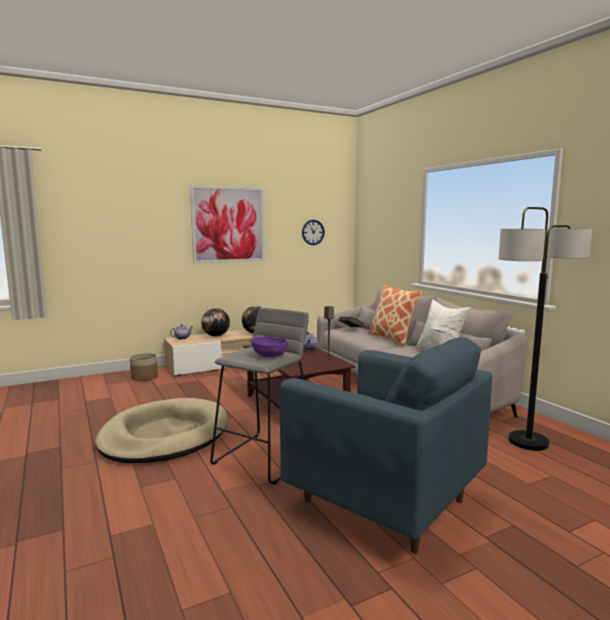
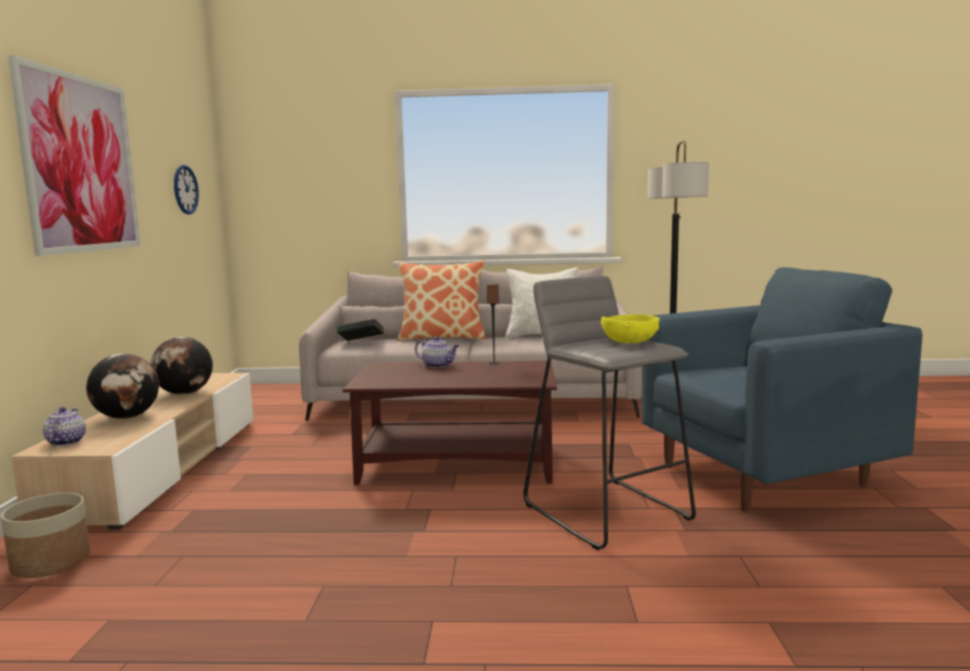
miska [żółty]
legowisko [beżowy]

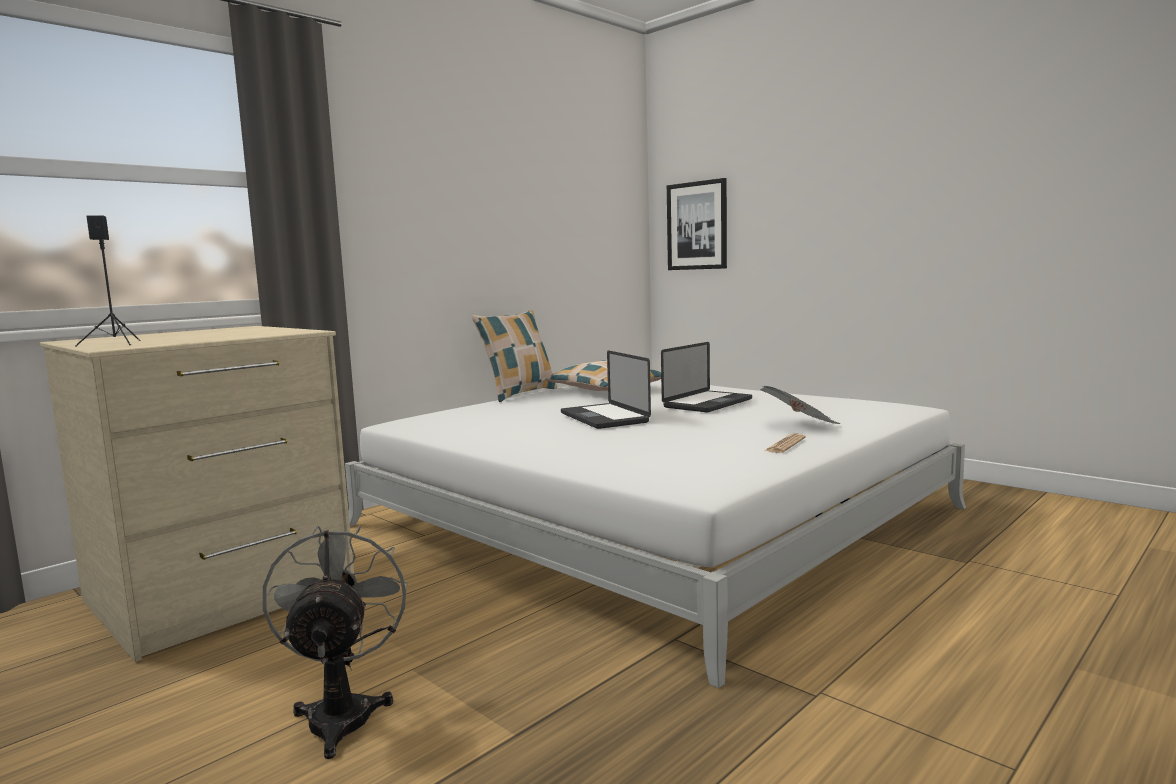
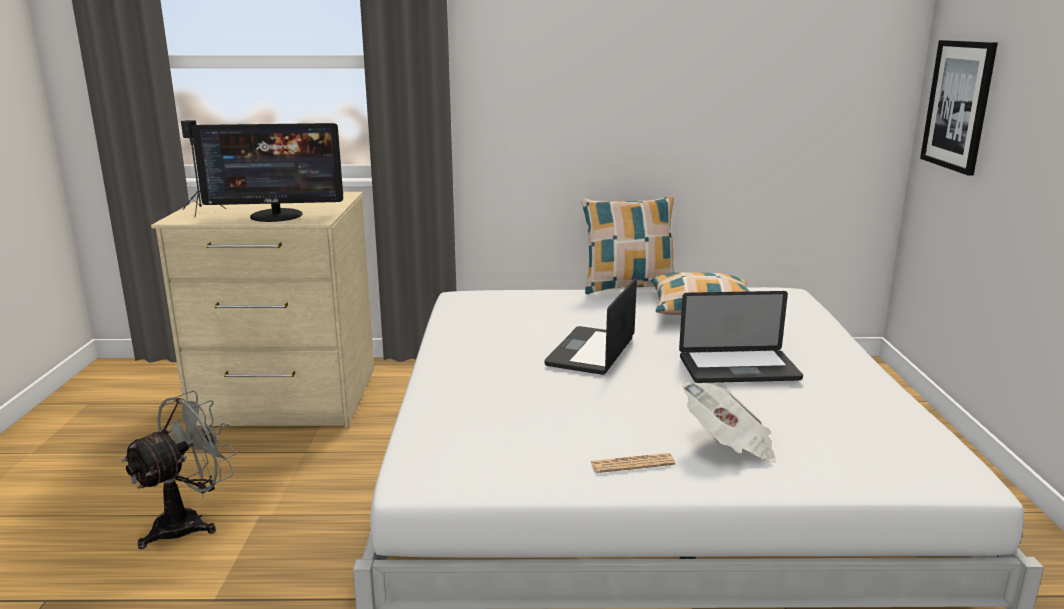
monitor

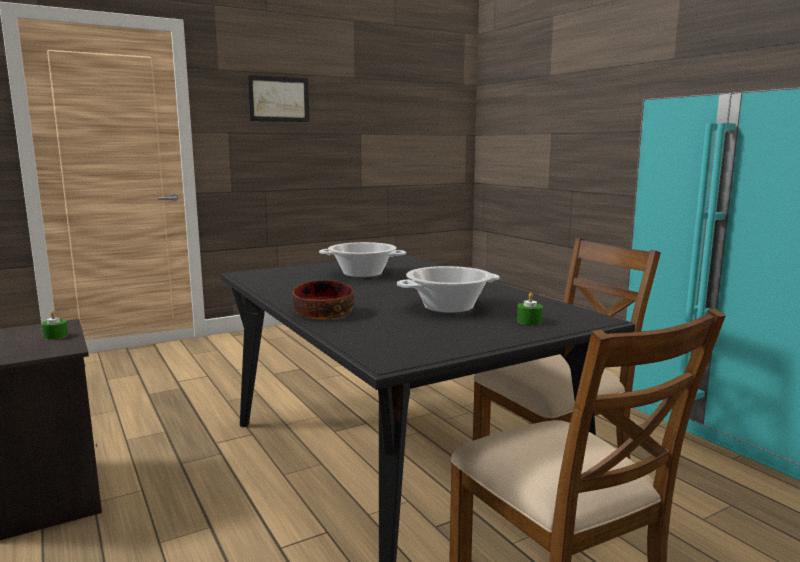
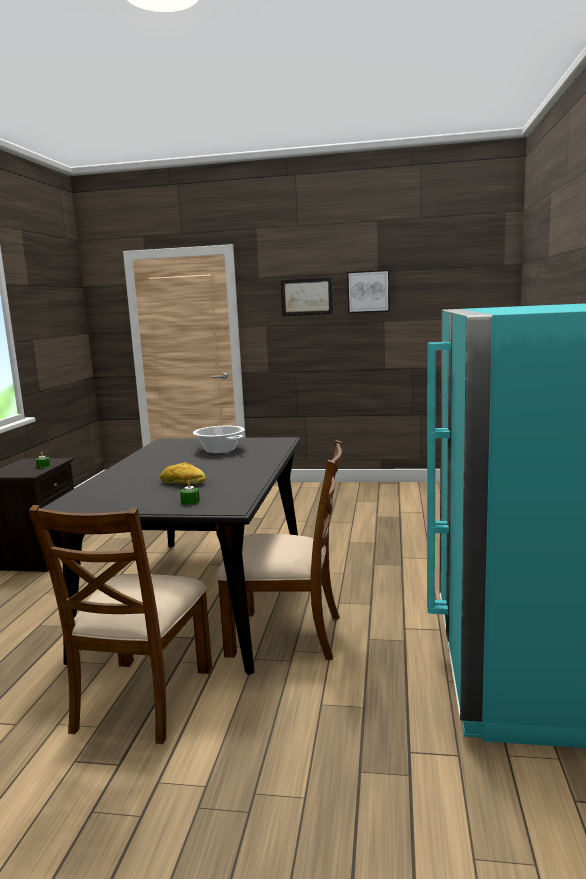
chleb
obraz (no. 2 from left)
miska

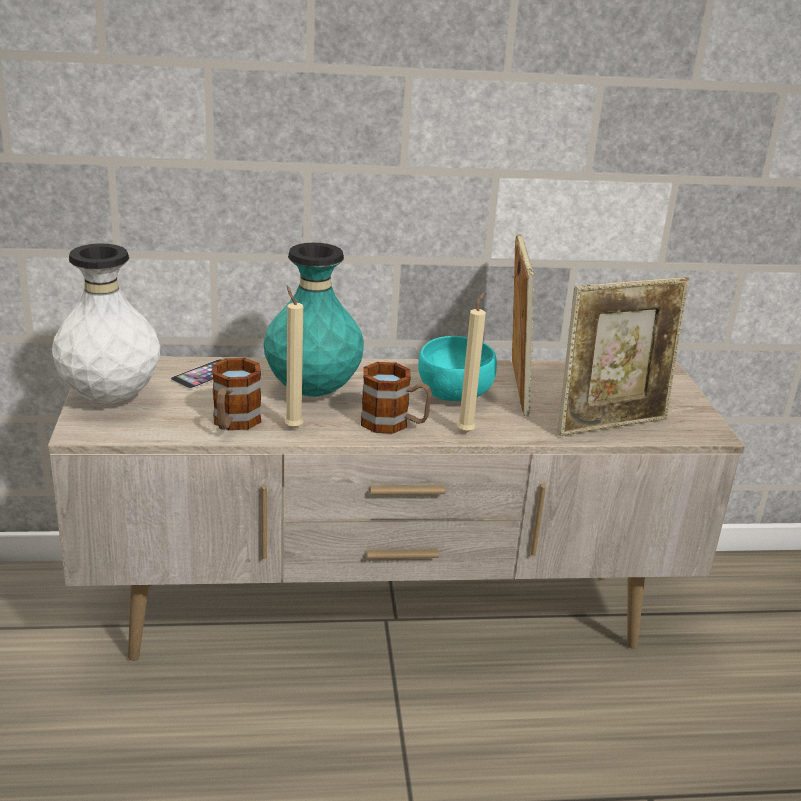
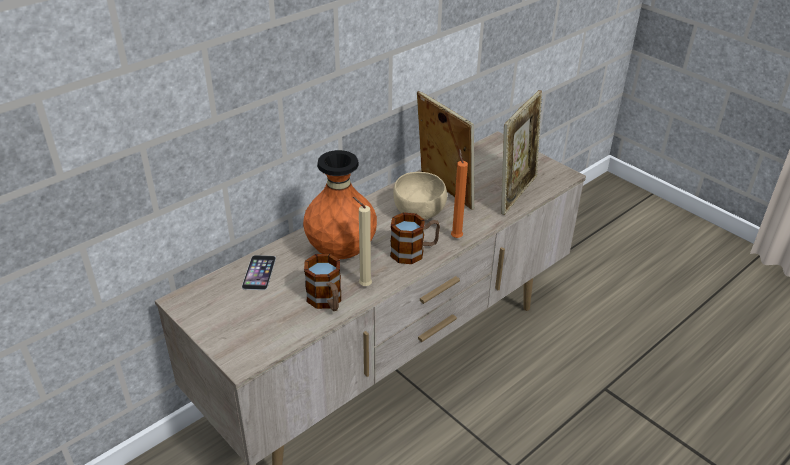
wazon [pomarańczowy]
miska [beżowy]
świeca [pomarańczowy]
wazon [biały]

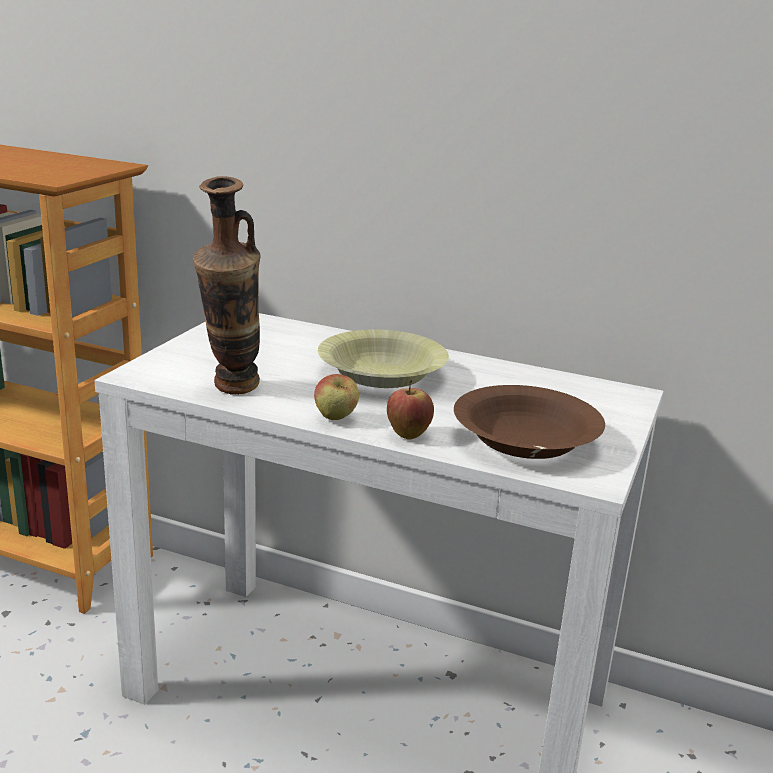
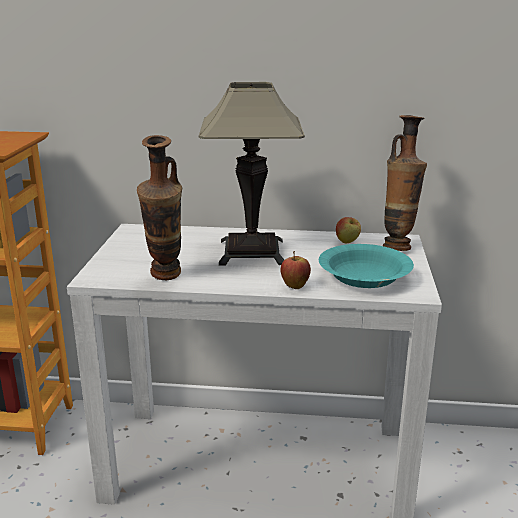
lampa stołowa
miska [turkusowy]
jabłko (no. 2 from left)
wazon (no. 2 from left)

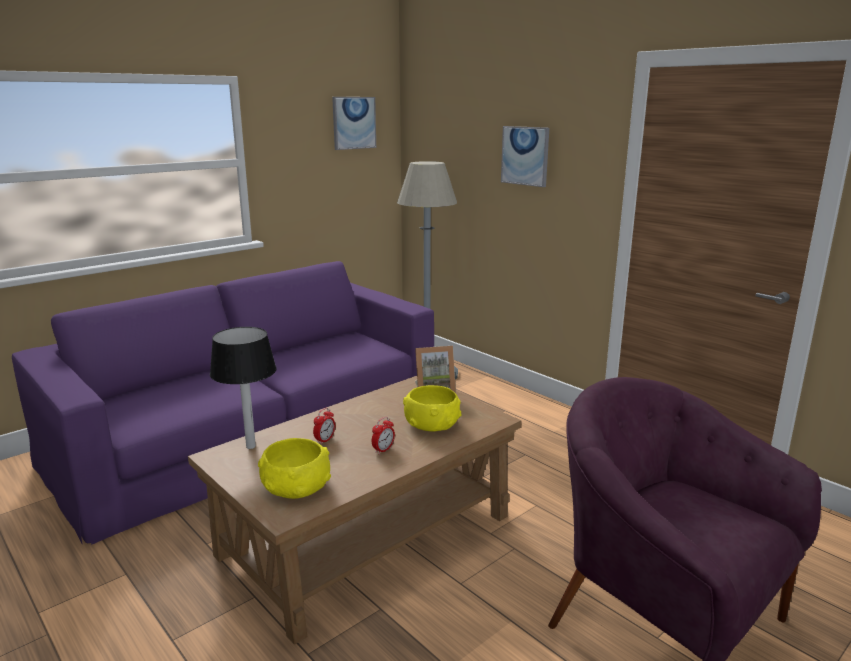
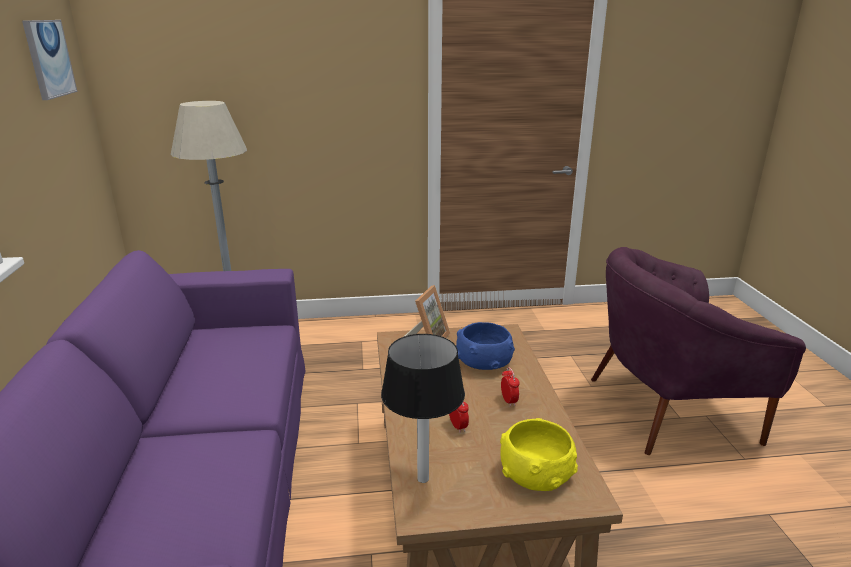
miska [niebieski]
obraz (no. 2 from left in the first image)

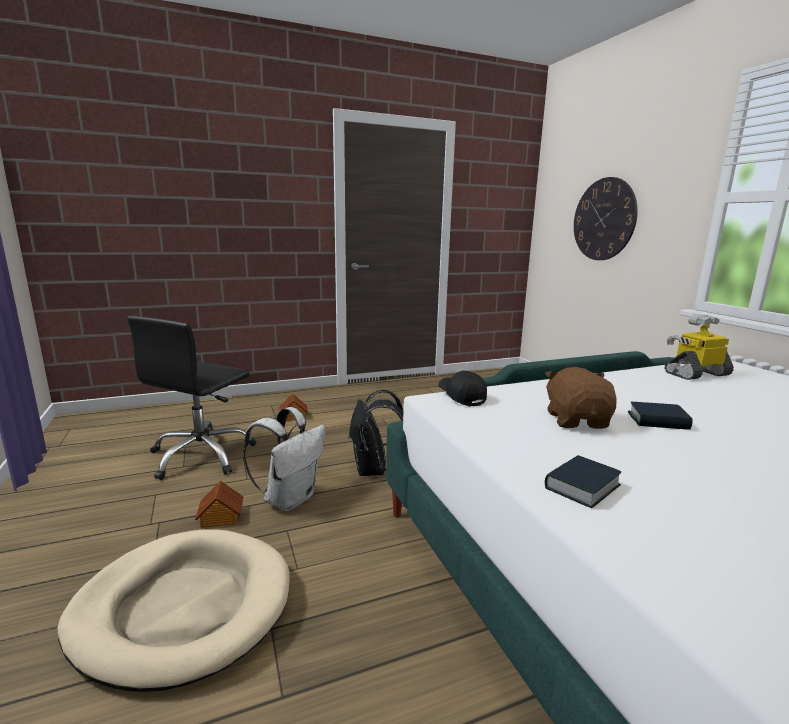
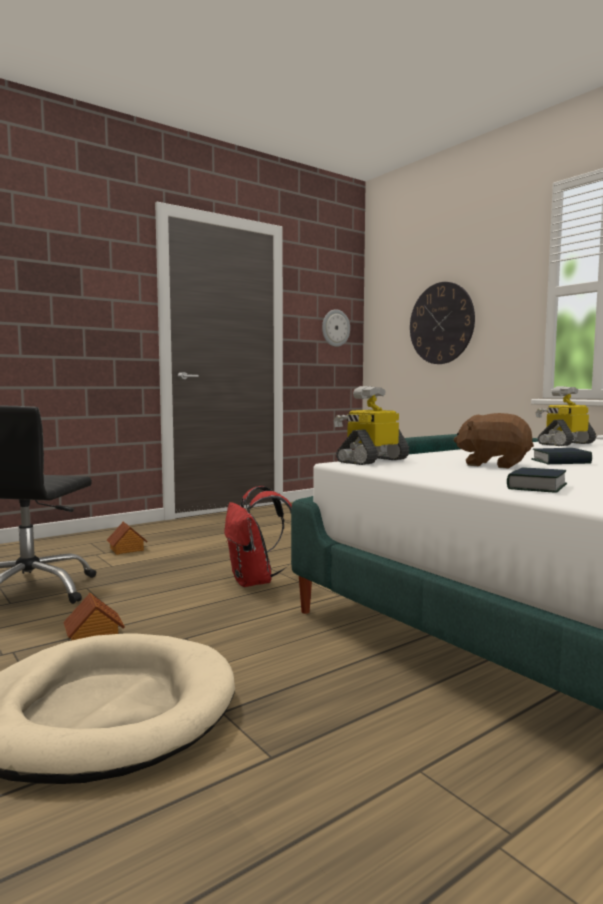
plecak [czerwony]
zegar ścienny (no. 1 from left)
robot zabawkowy (no. 1 from left)
pluszak [brązowy]
plecak [biały]

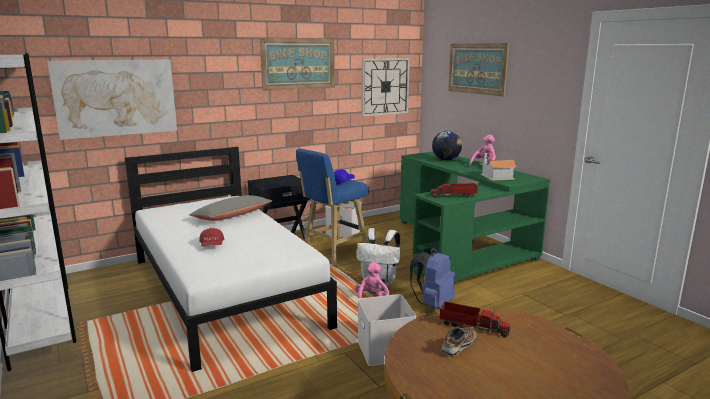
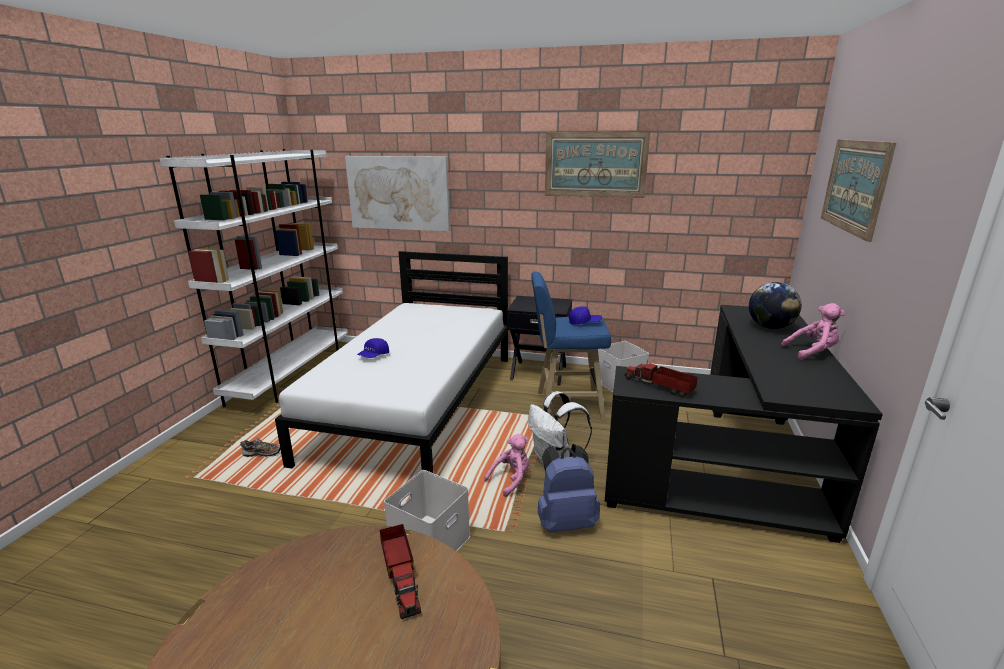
but
czapka z daszkiem [niebieski] (no. 1 from left)
biurko [czarny]
poduszka [szary]
zegar ścienny
domek

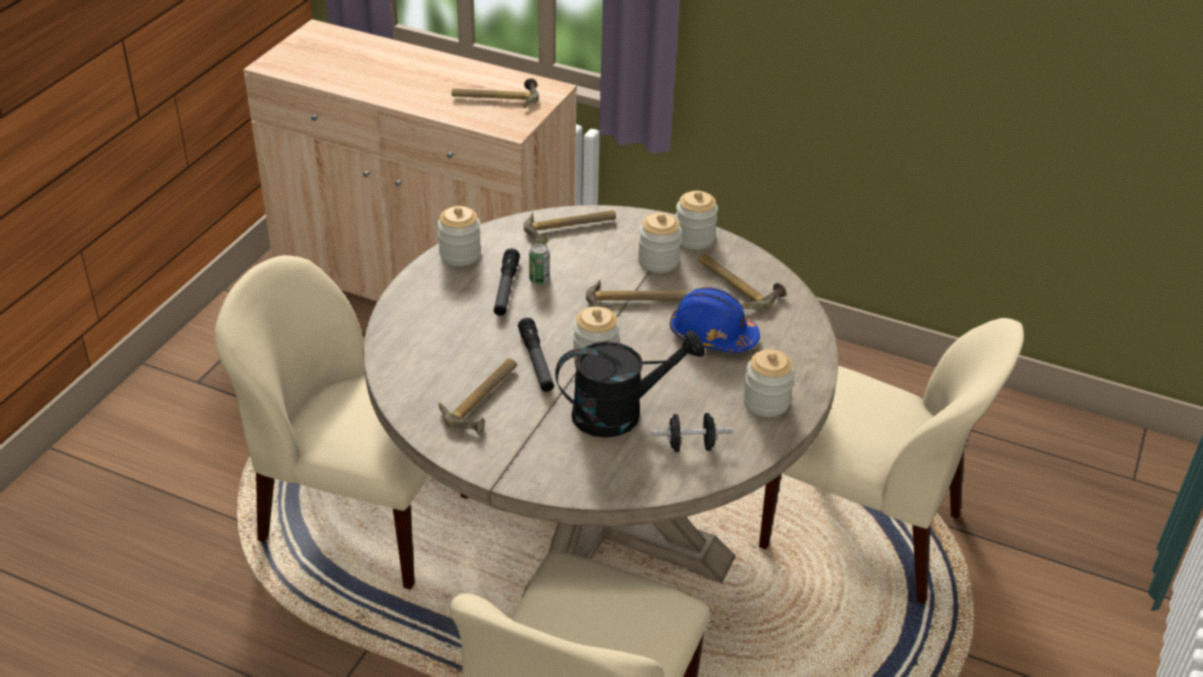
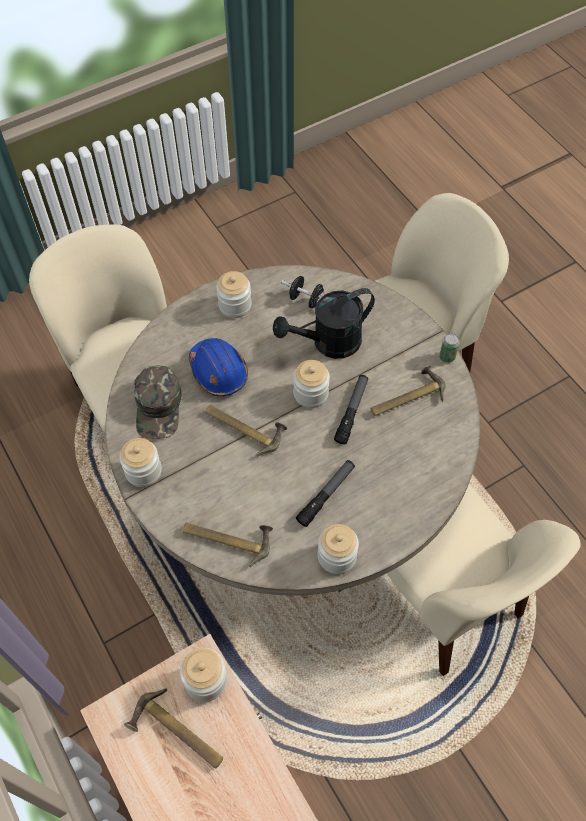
czapka z daszkiem [zielony]
słoik (no. 2 from left)
konewka [czarny]
puszka

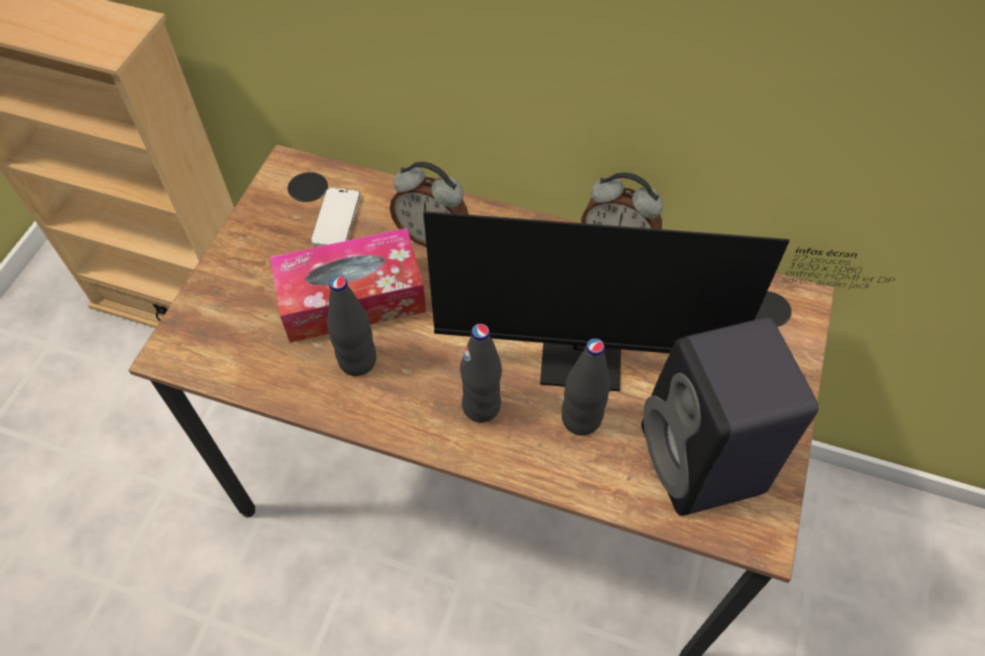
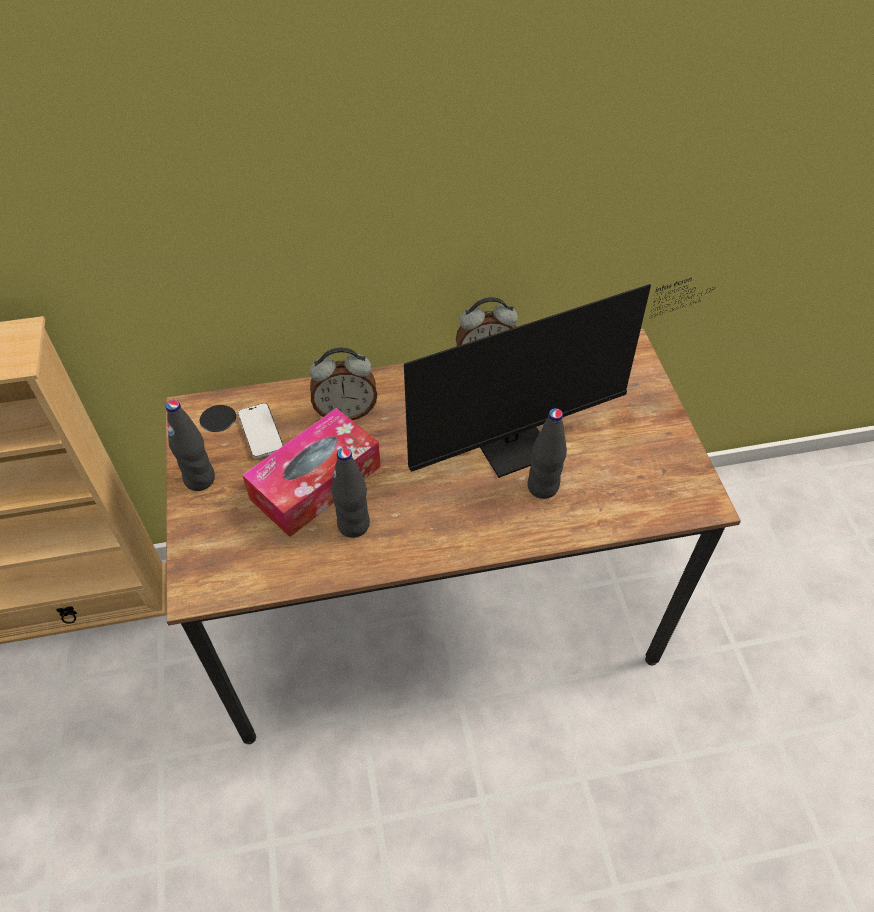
butelka [czarny] (no. 1 from left)
głośnik [czarny]

